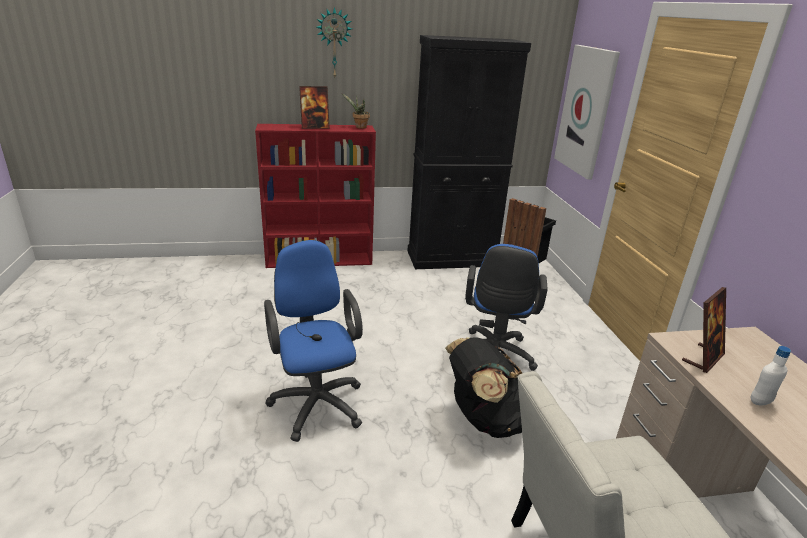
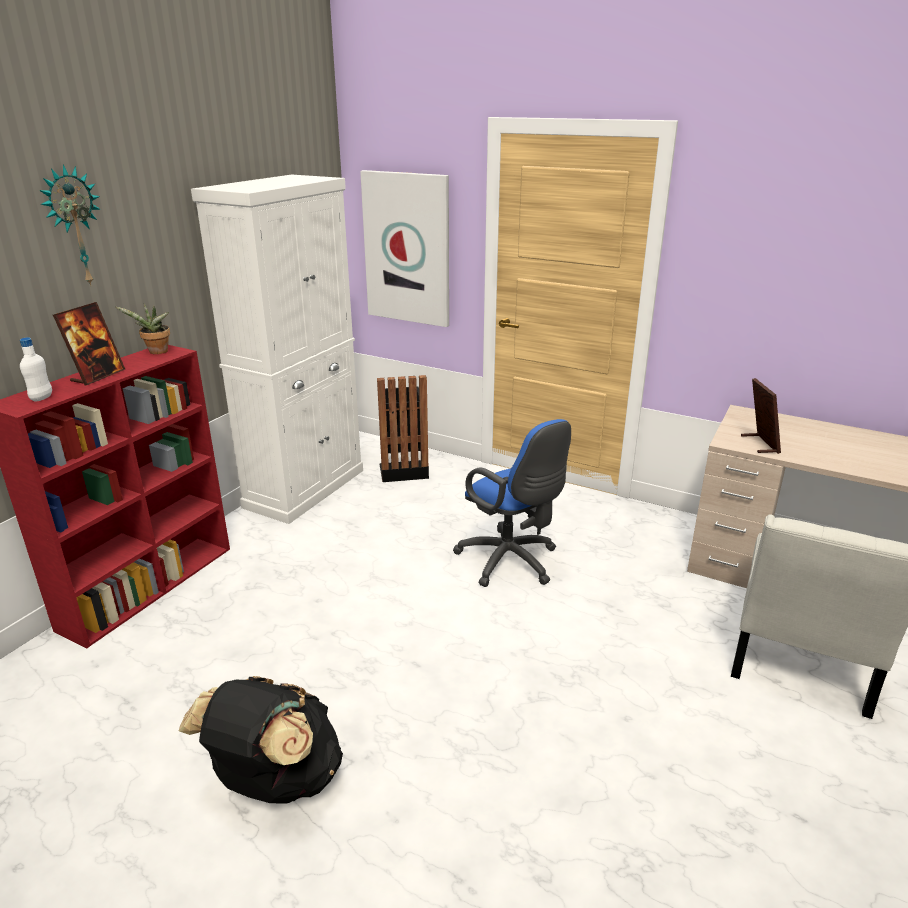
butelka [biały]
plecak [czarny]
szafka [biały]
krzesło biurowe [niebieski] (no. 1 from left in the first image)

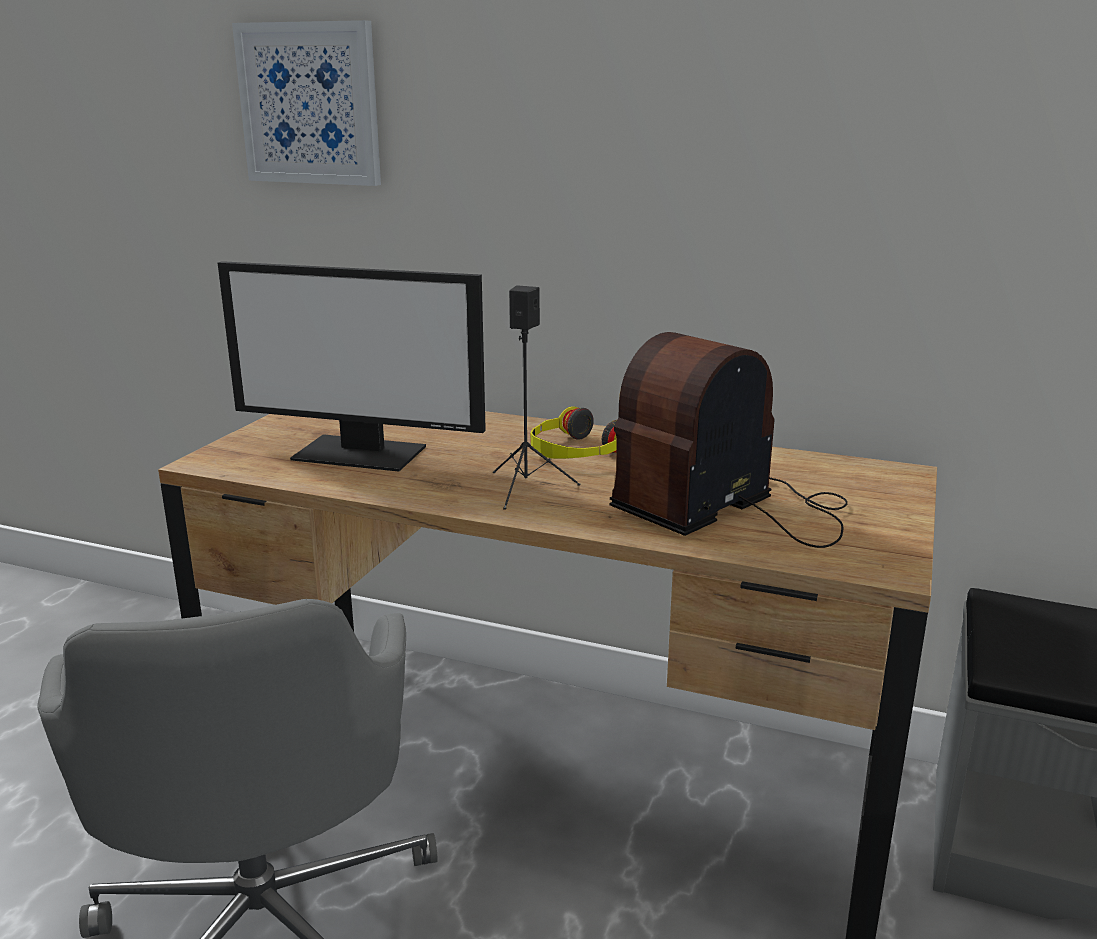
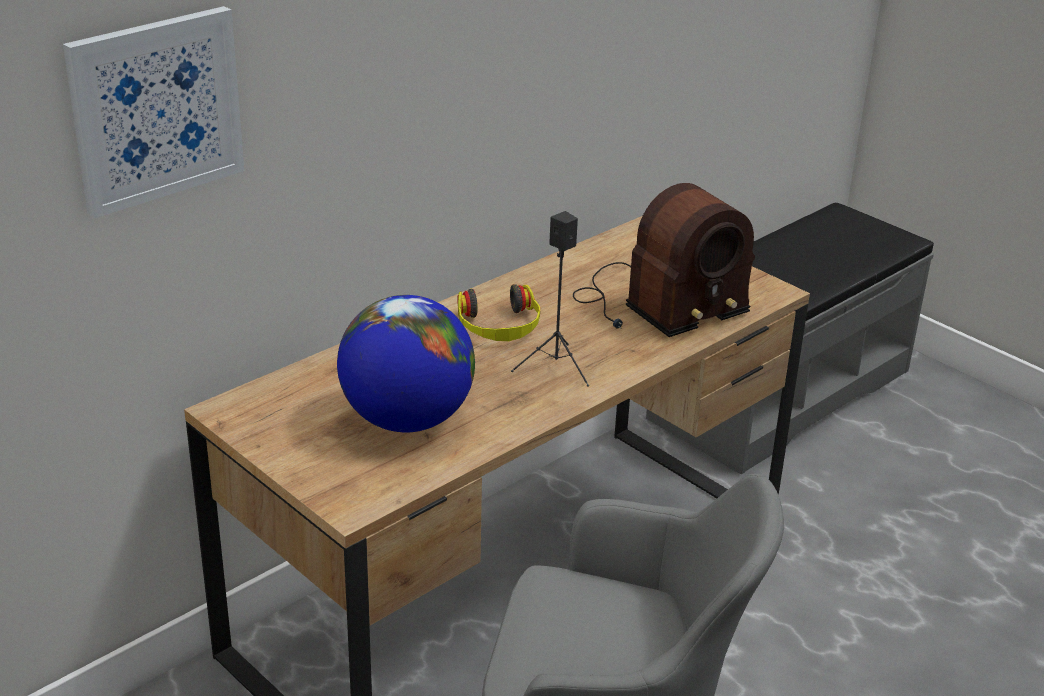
globus
radio

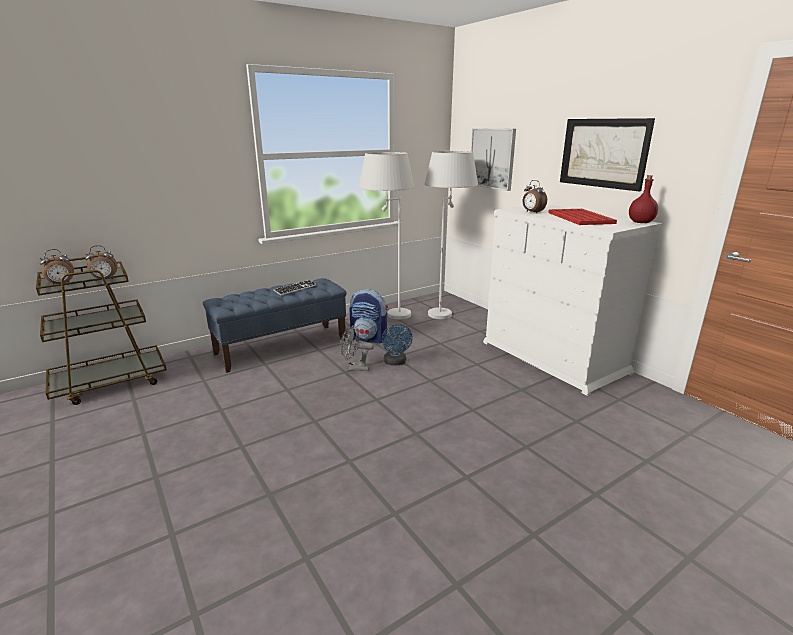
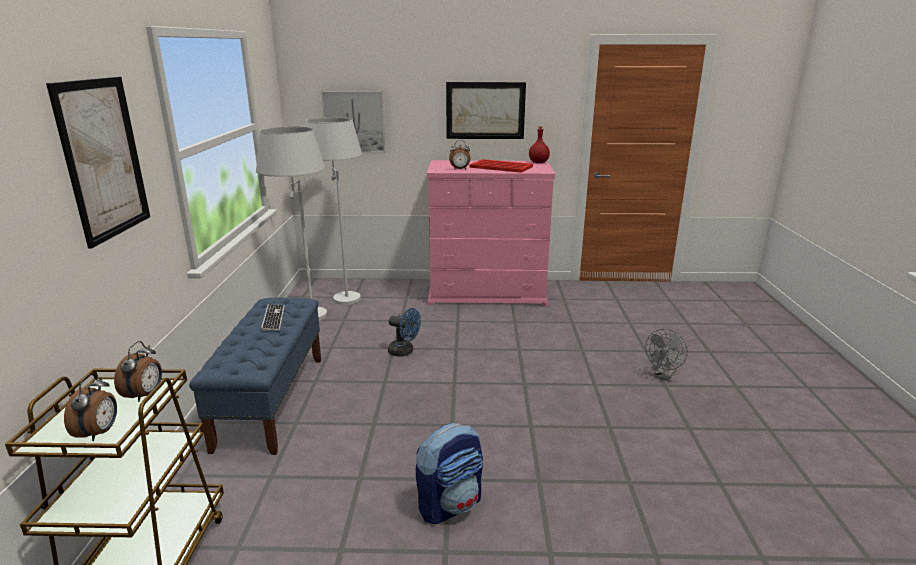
obraz (no. 1 from left)
plecak
komoda [różowy]
wentylator [szary]

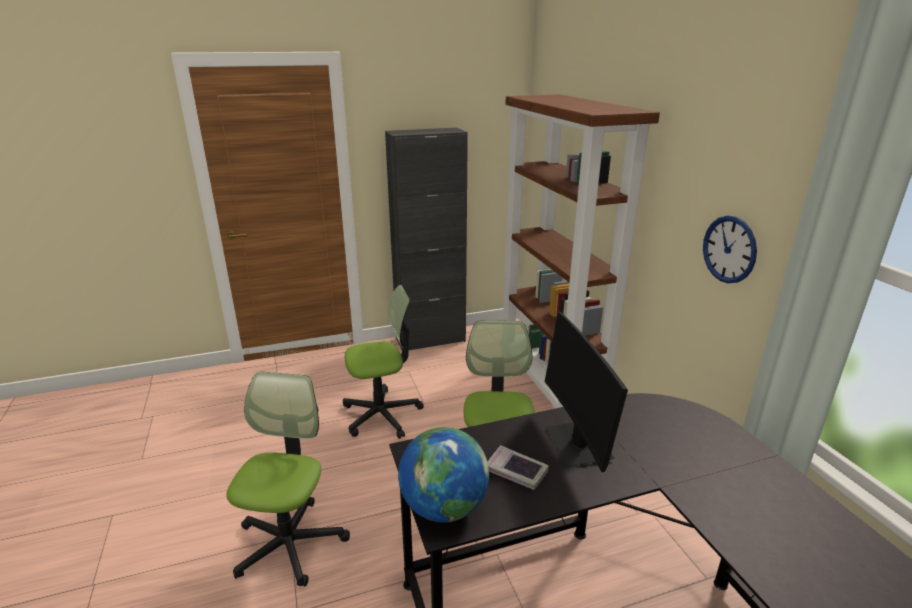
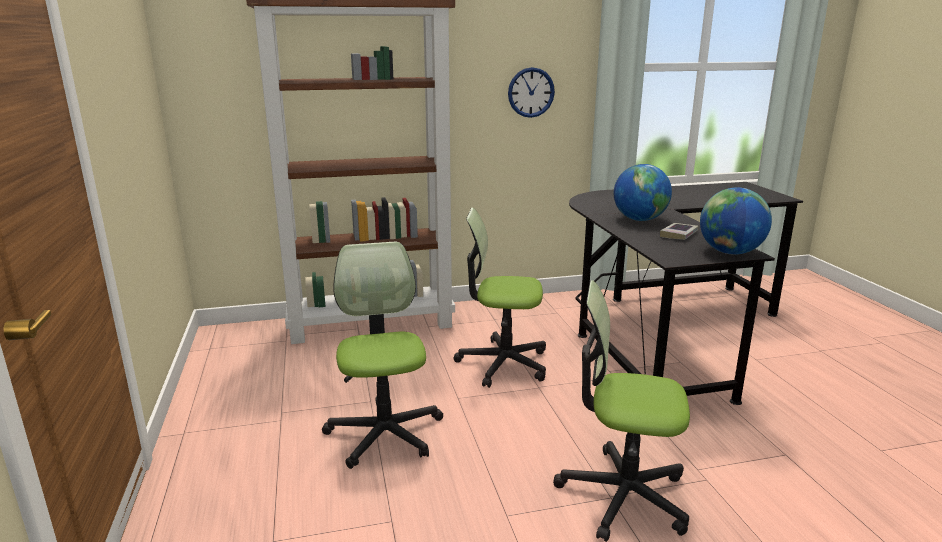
globus (no. 1 from left)
szafka [czarny]

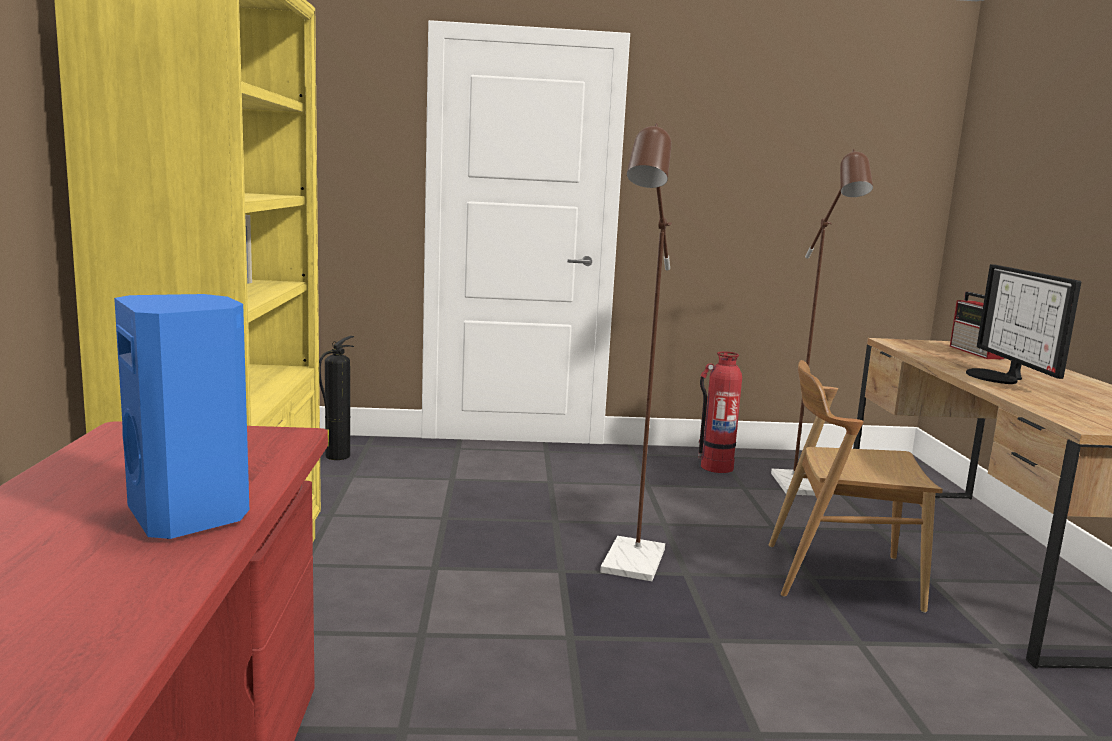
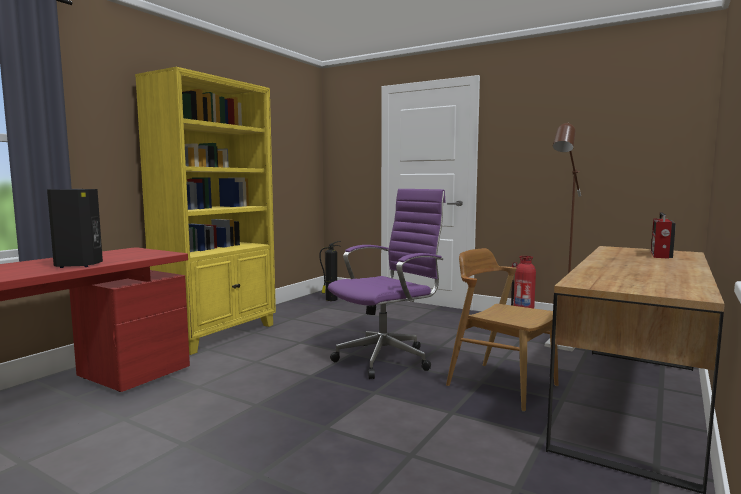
głośnik [czarny]
krzesło biurowe [fioletowy]
monitor

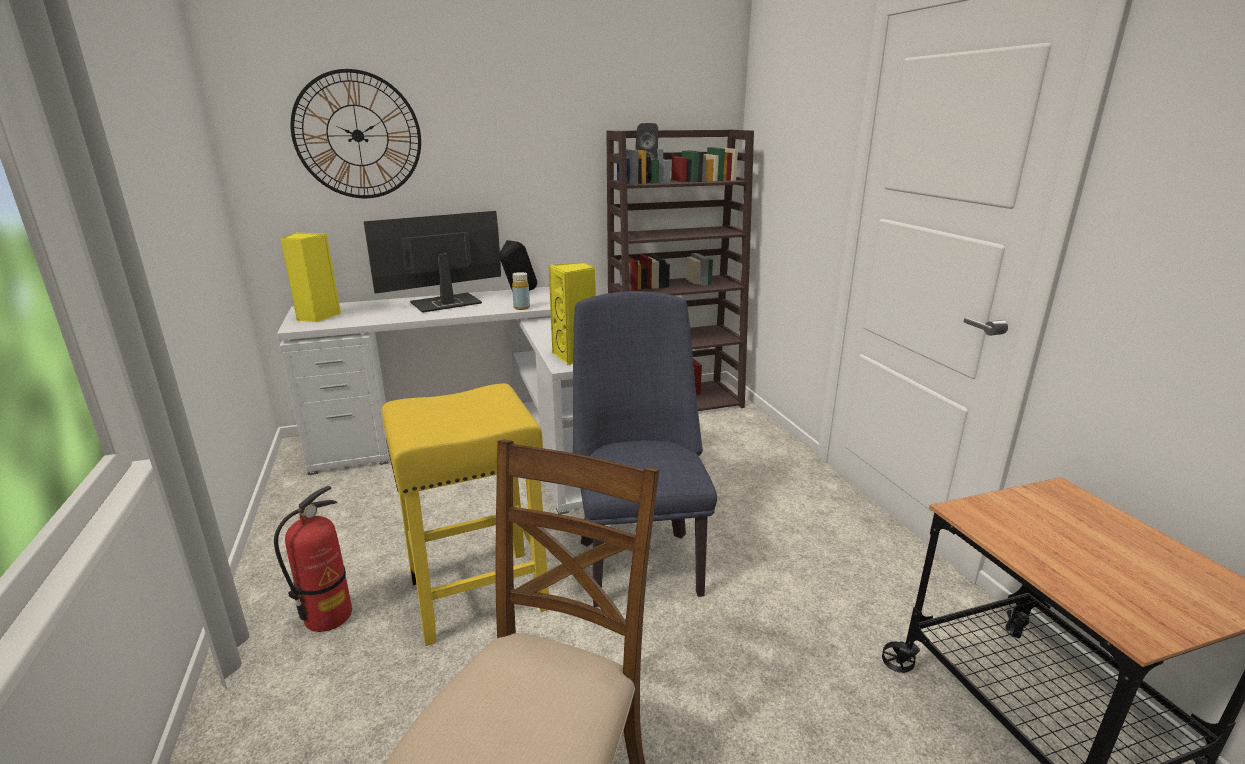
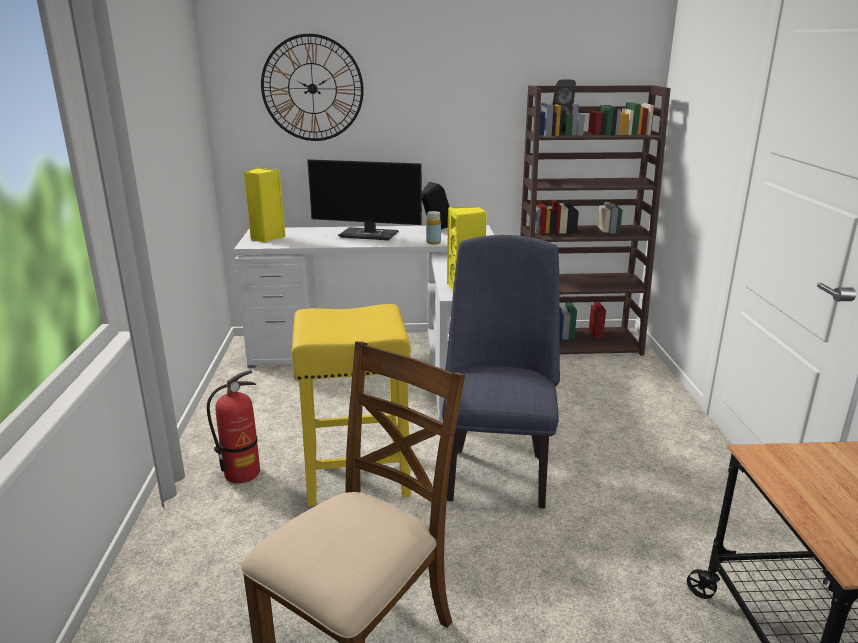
monitor

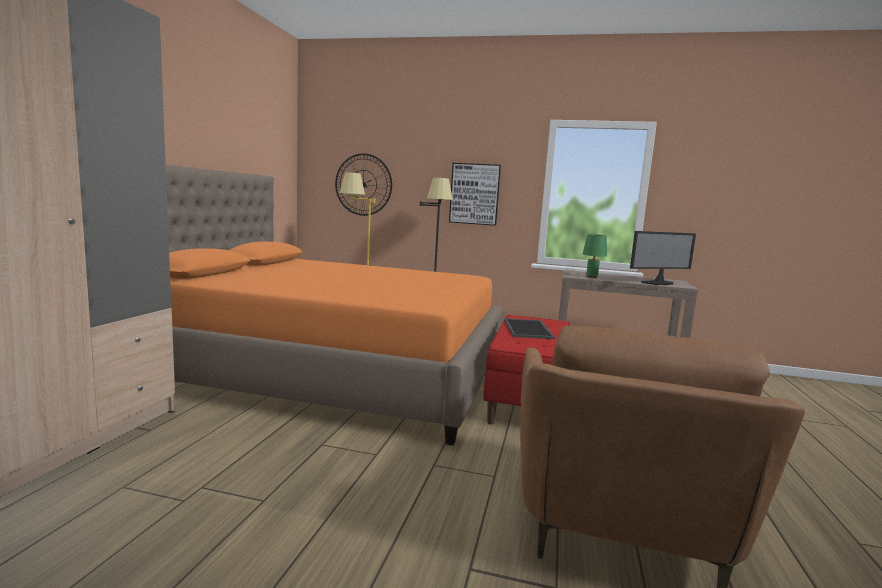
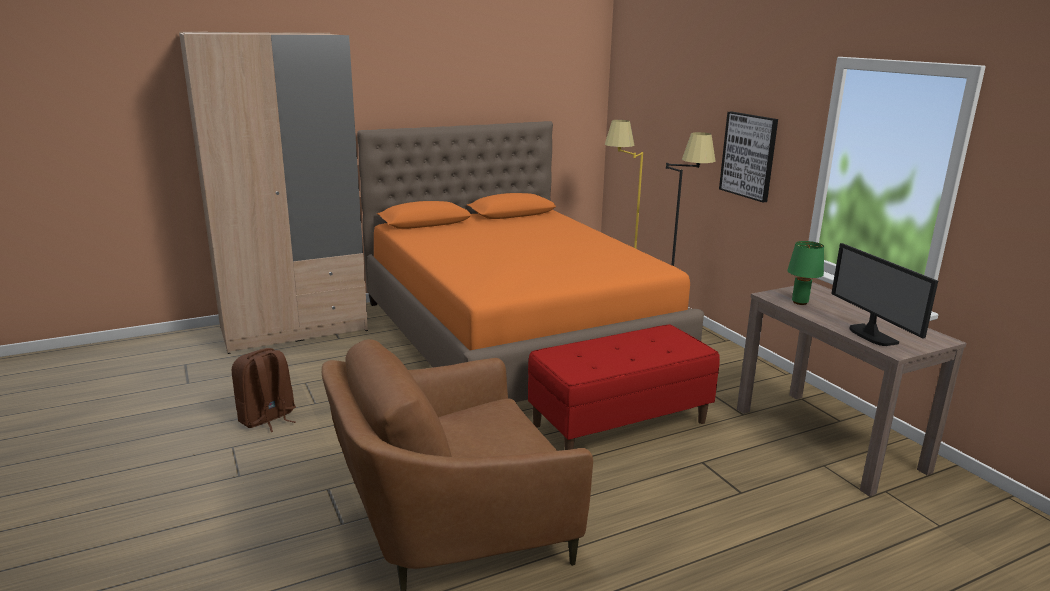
plecak [brązowy]
monitor
zegar ścienny
taca

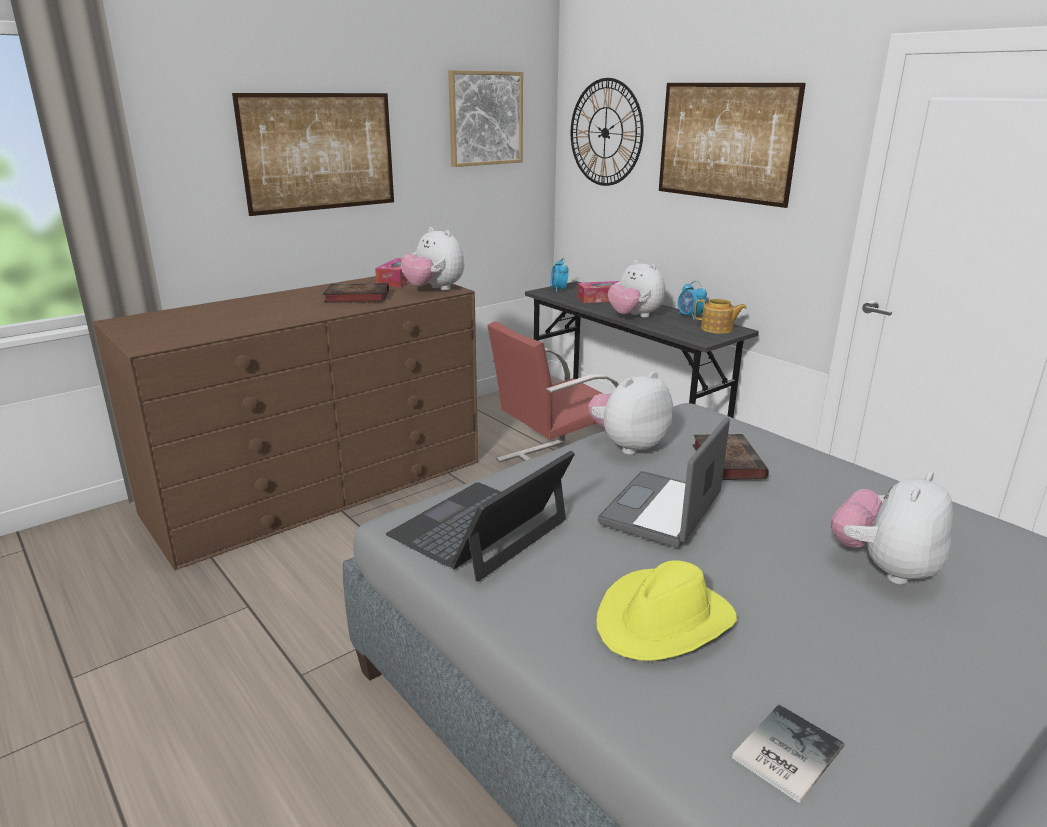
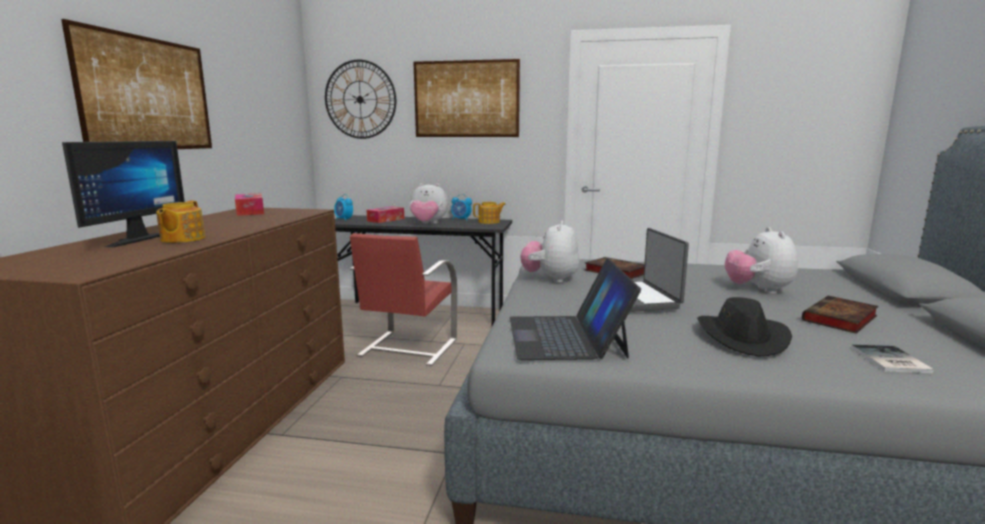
monitor
imbryk (no. 1 from left)
kapelusz [czarny]
książka (no. 2 from left)
pluszak (no. 1 from left in the first image)
obraz (no. 2 from left in the first image)

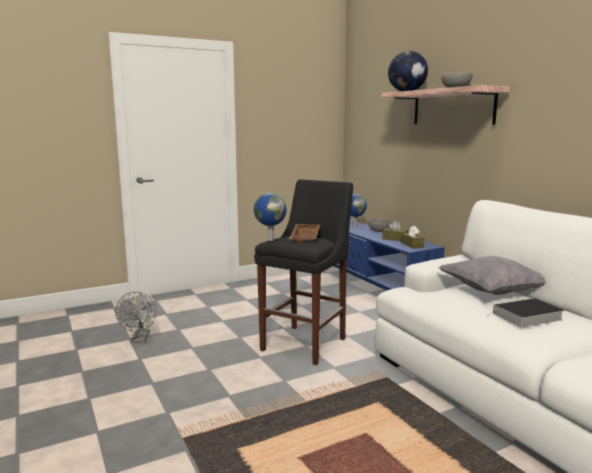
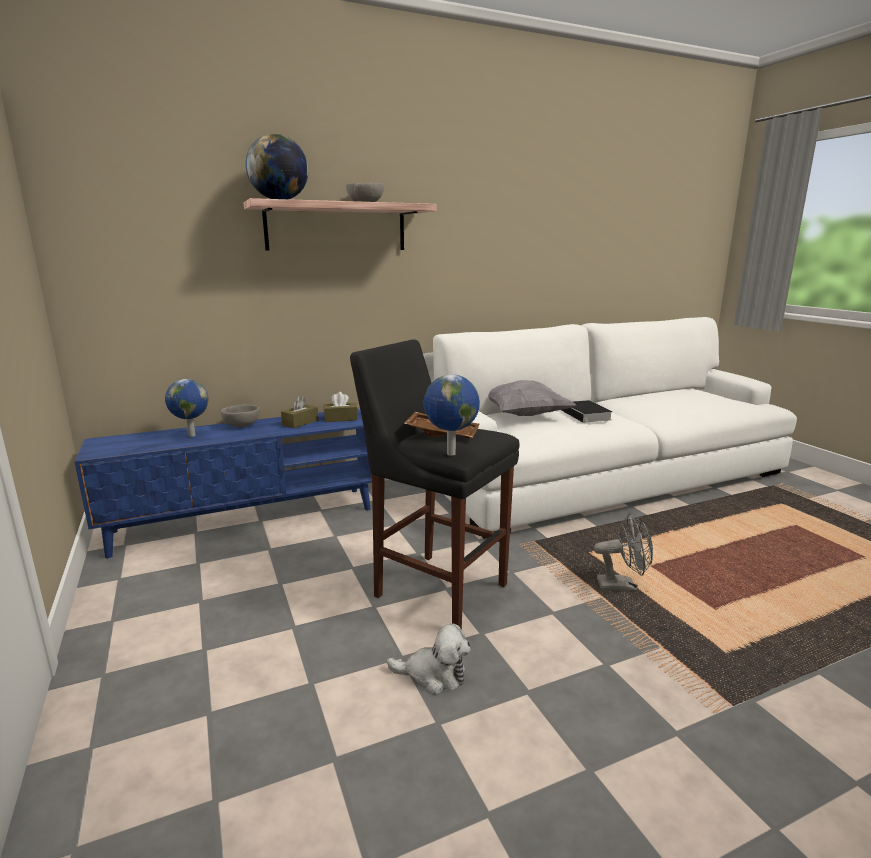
pluszak
wentylator [szary]

